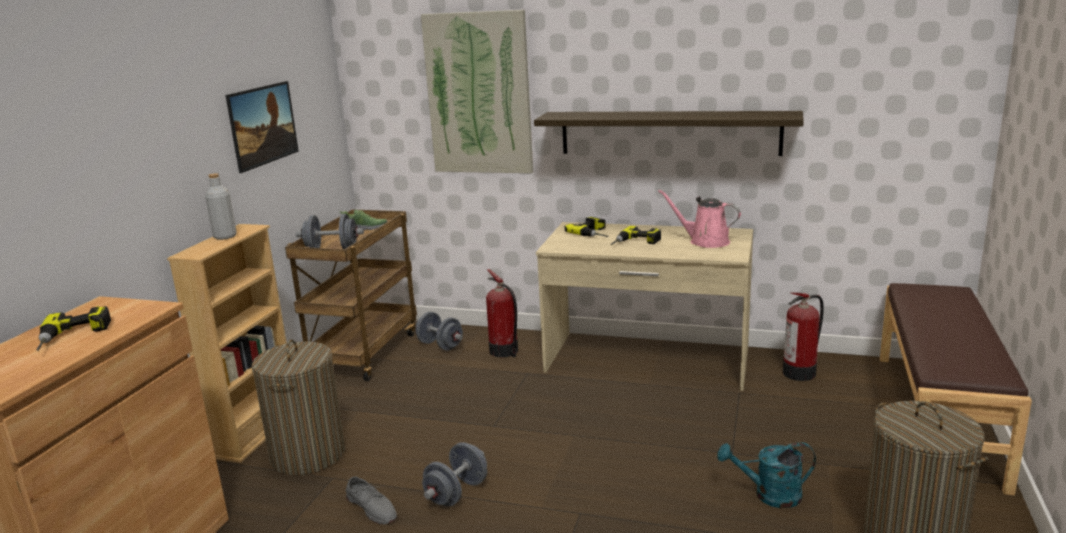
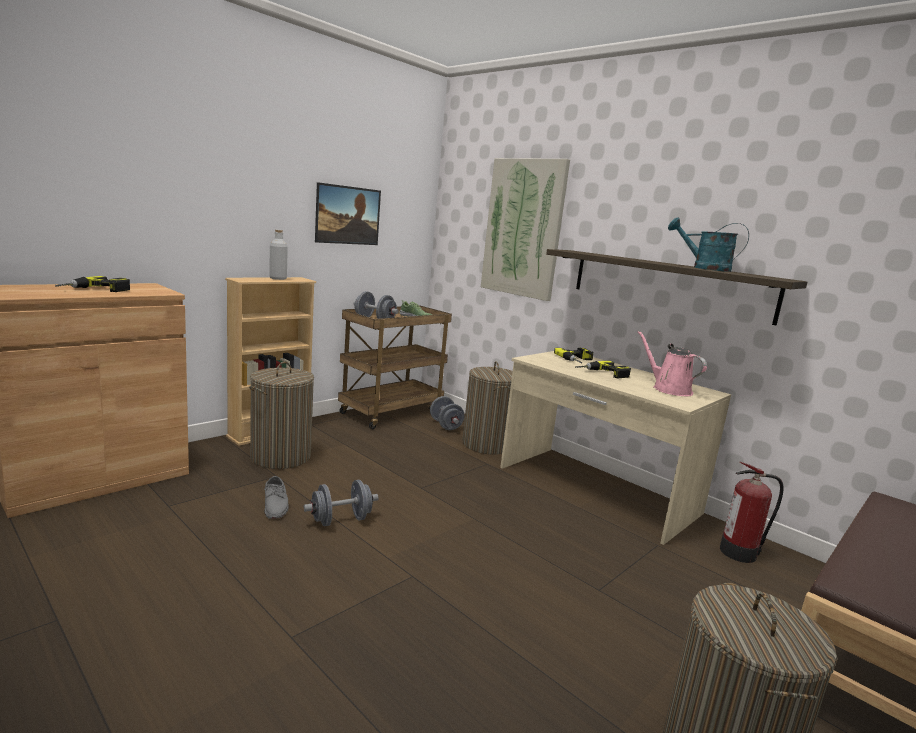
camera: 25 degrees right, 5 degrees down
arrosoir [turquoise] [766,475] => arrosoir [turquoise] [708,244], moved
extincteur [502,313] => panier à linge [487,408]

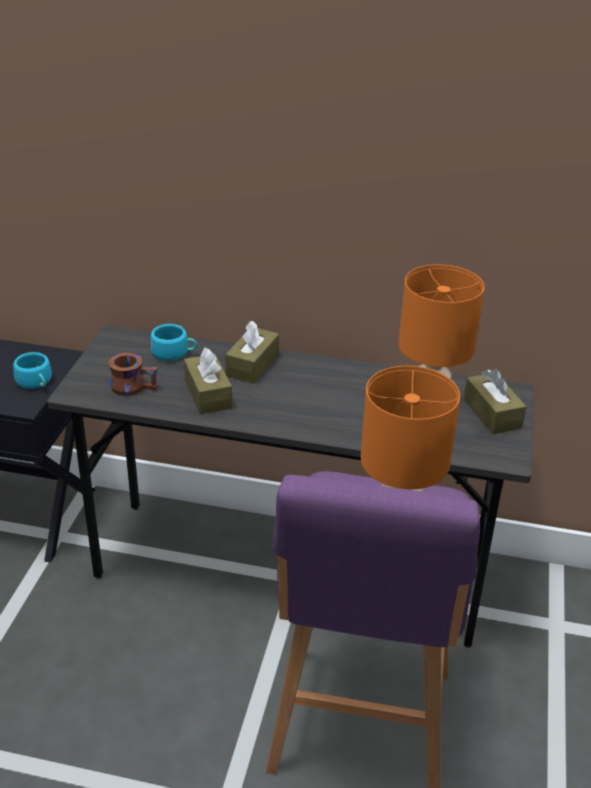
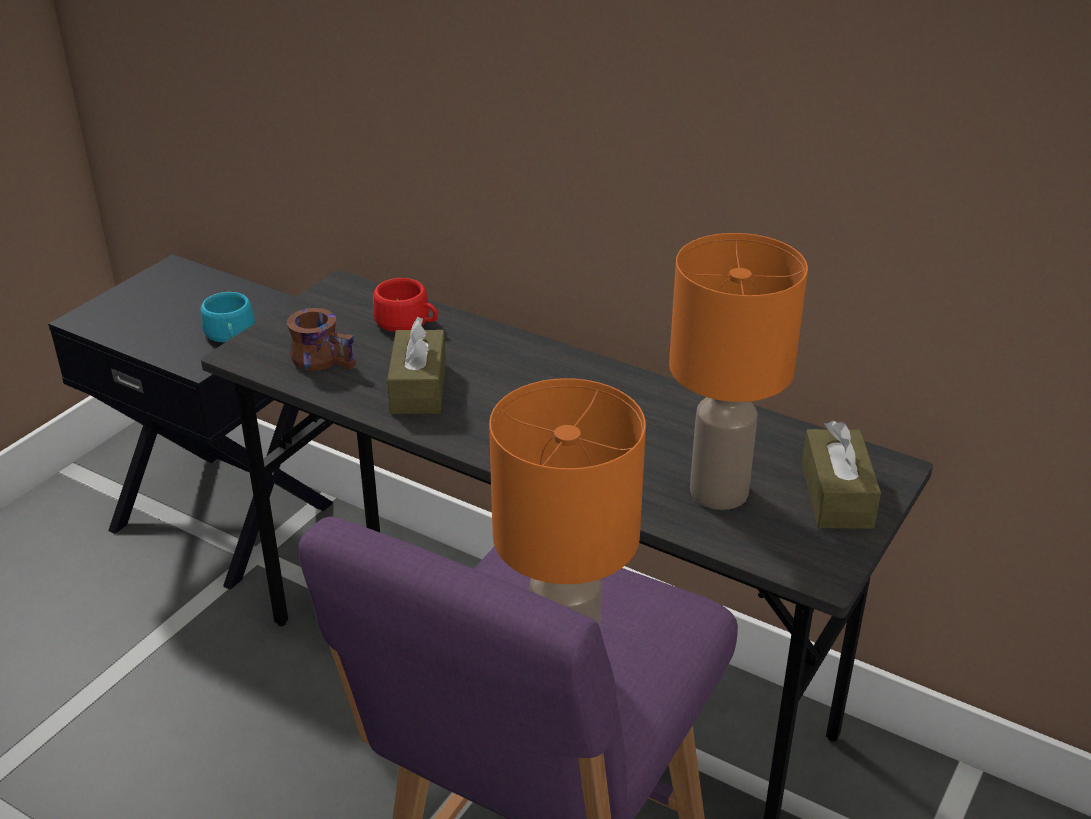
camera: 20 degrees right, 0 degrees up
boîte à mouchoirs [marron] [252,352] => nothing
tasse [turquoise] [173,342] => tasse [rouge] [405,305]

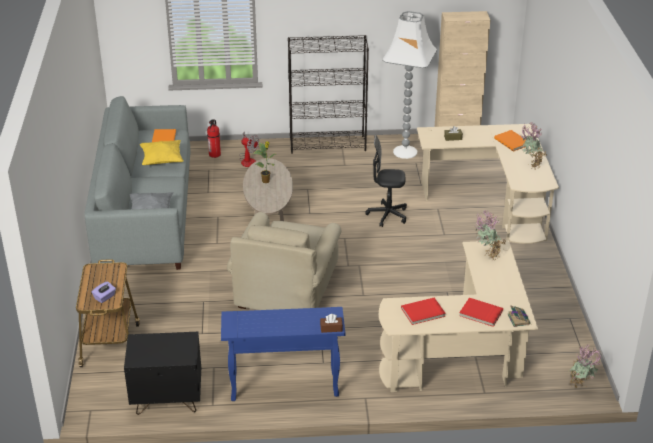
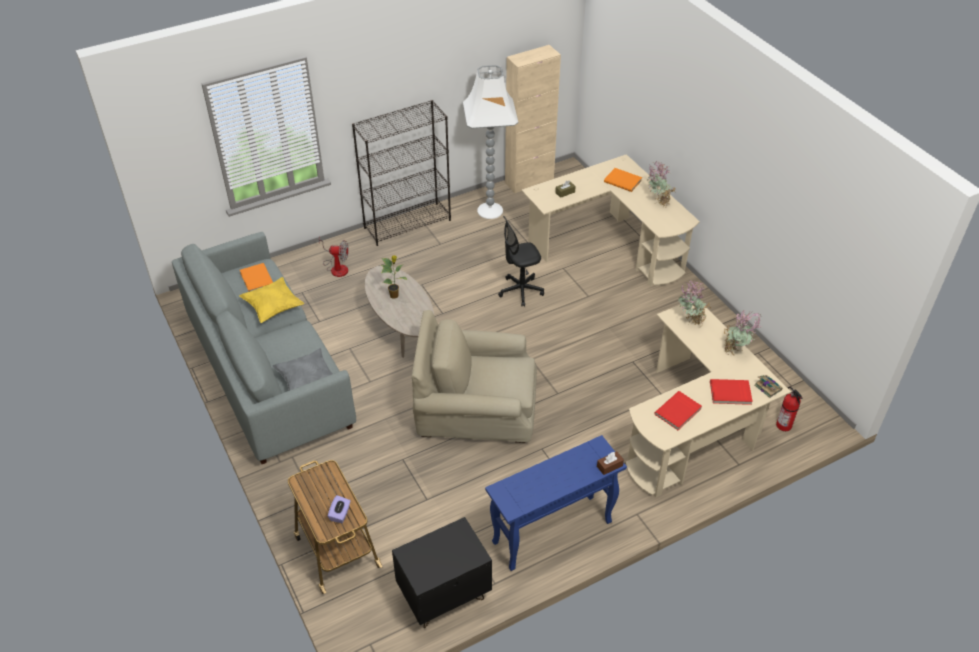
camera: 25 degrees left, 10 degrees up
extincteur [214,138] => extincteur [789,409], moved
plante en pot [584,365] => plante en pot [743,332], moved
fauteuil [beige] [284,261] => fauteuil [beige] [474,376], 105 degrees clockwise

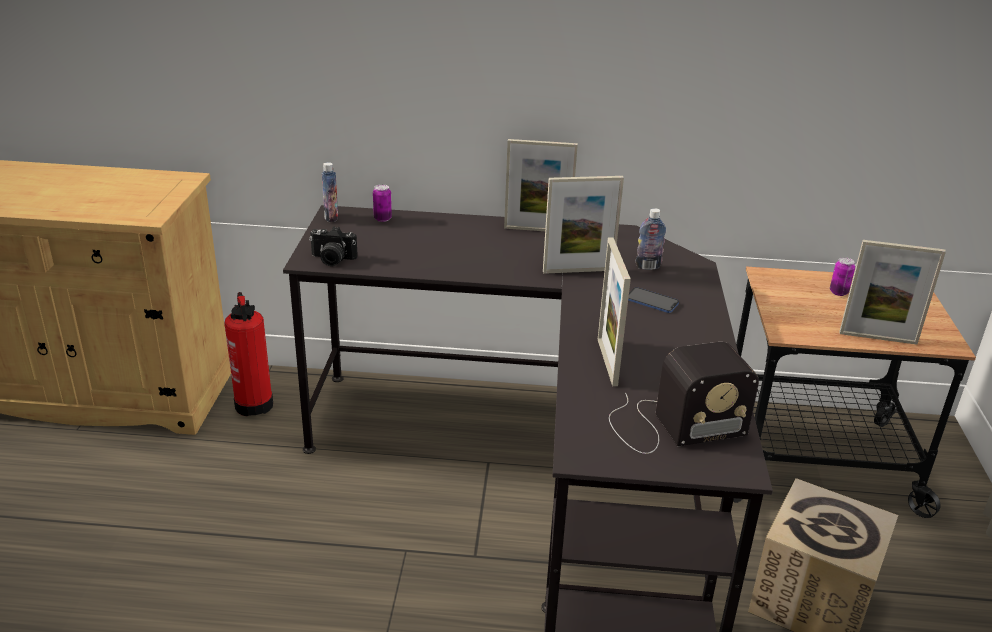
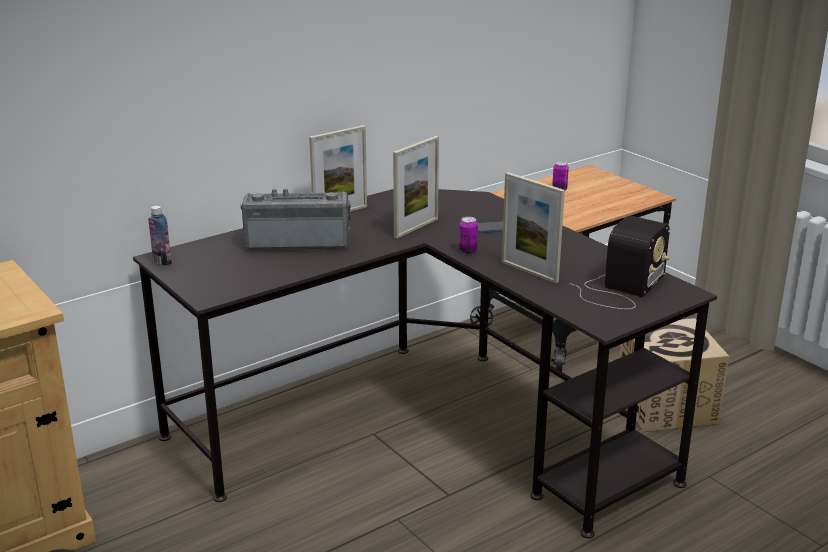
camera: 40 degrees left, 5 degrees down
extincteur [249,354] => nothing
appareil photo [333,246] => nothing
bouteille [651,239] => nothing
cadre photo [892,292] => nothing
nothing => radio [295,219]
boîte métallique [382,203] => boîte métallique [468,235], moved

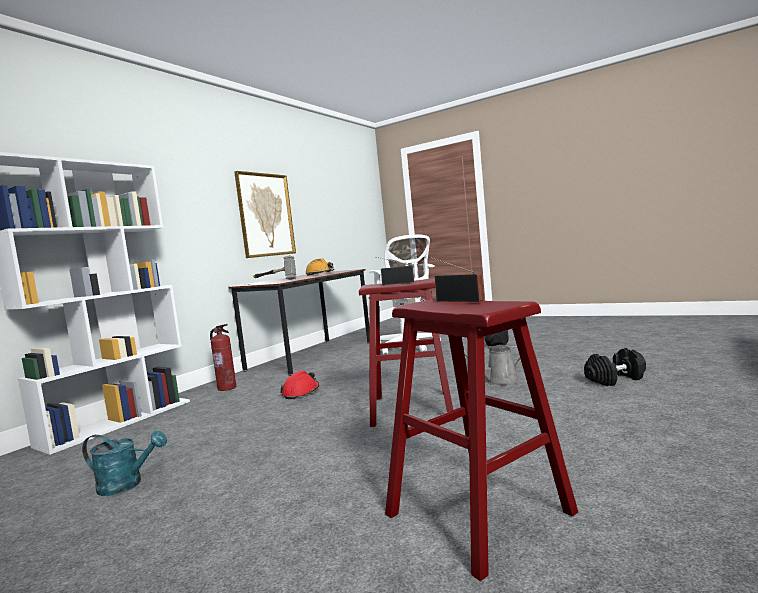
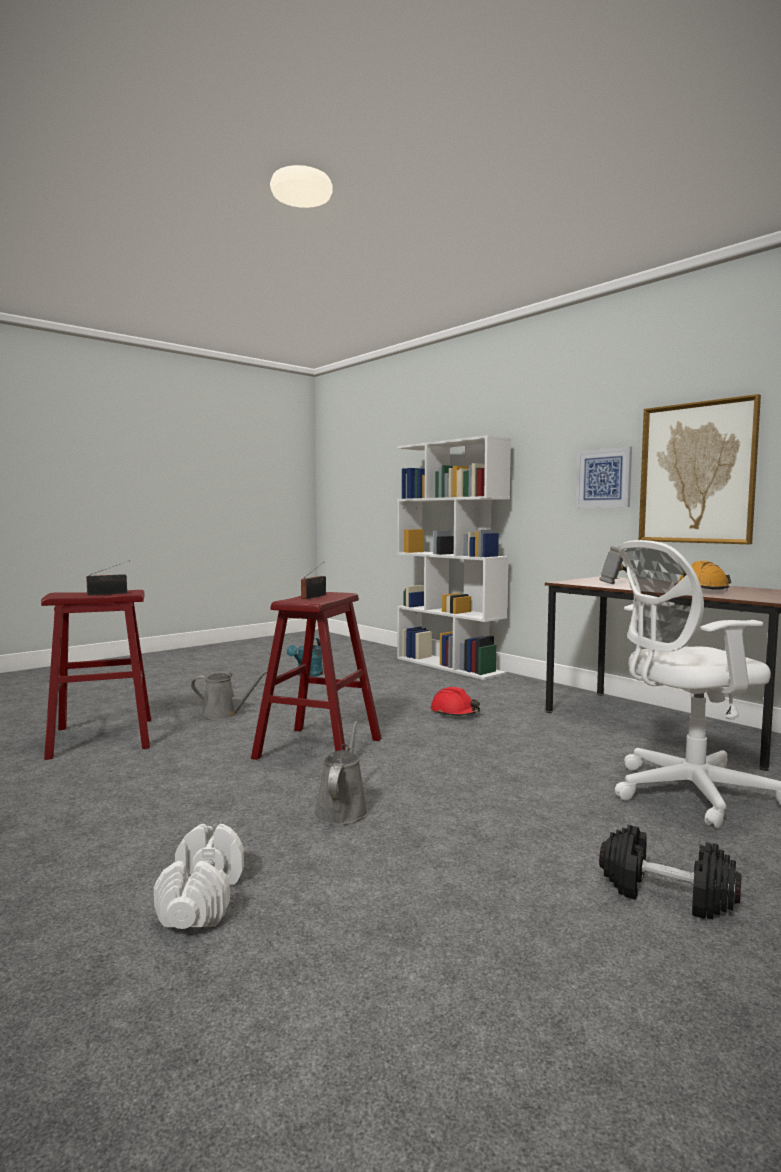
camera: 105 degrees right, 0 degrees up
extincteur [223,357] => nothing
nothing => arrosoir [gris] [229,695]
nothing => tableau [604,477]
haltère [noir] [615,367] => haltère [blanc] [199,876]

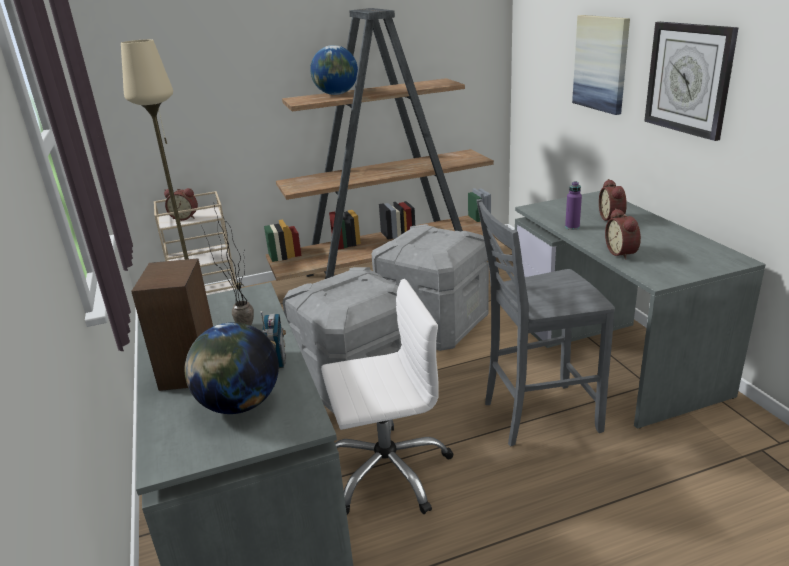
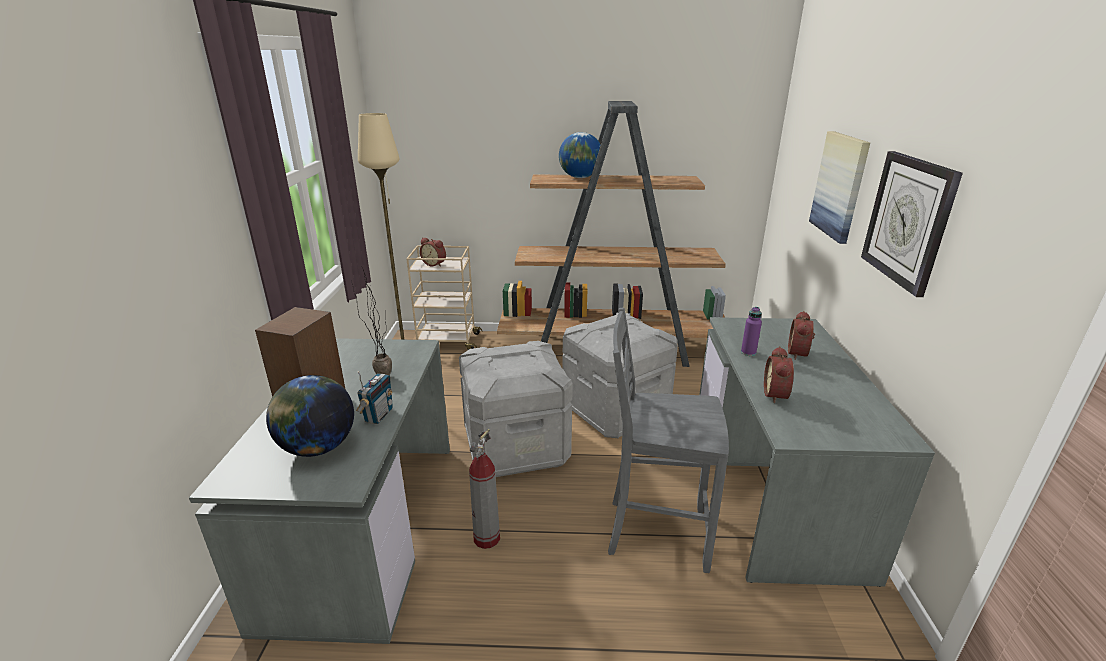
camera: 20 degrees right, 0 degrees up
chaise de bureau [blanc] [387,397] => extincteur [484,489]

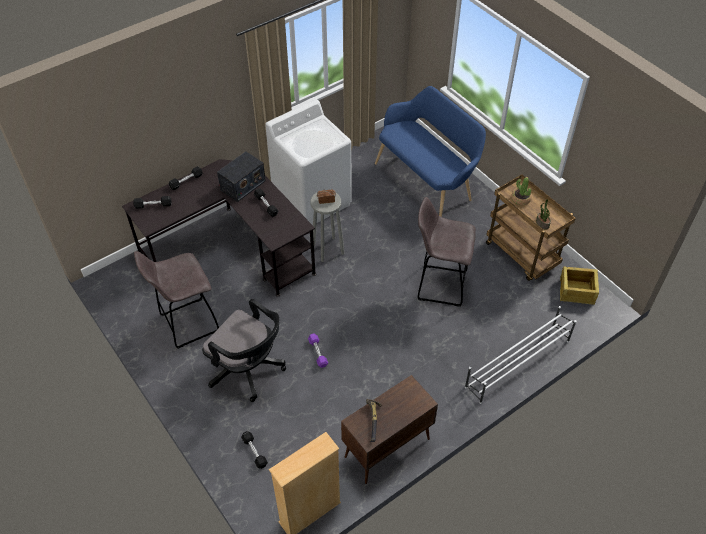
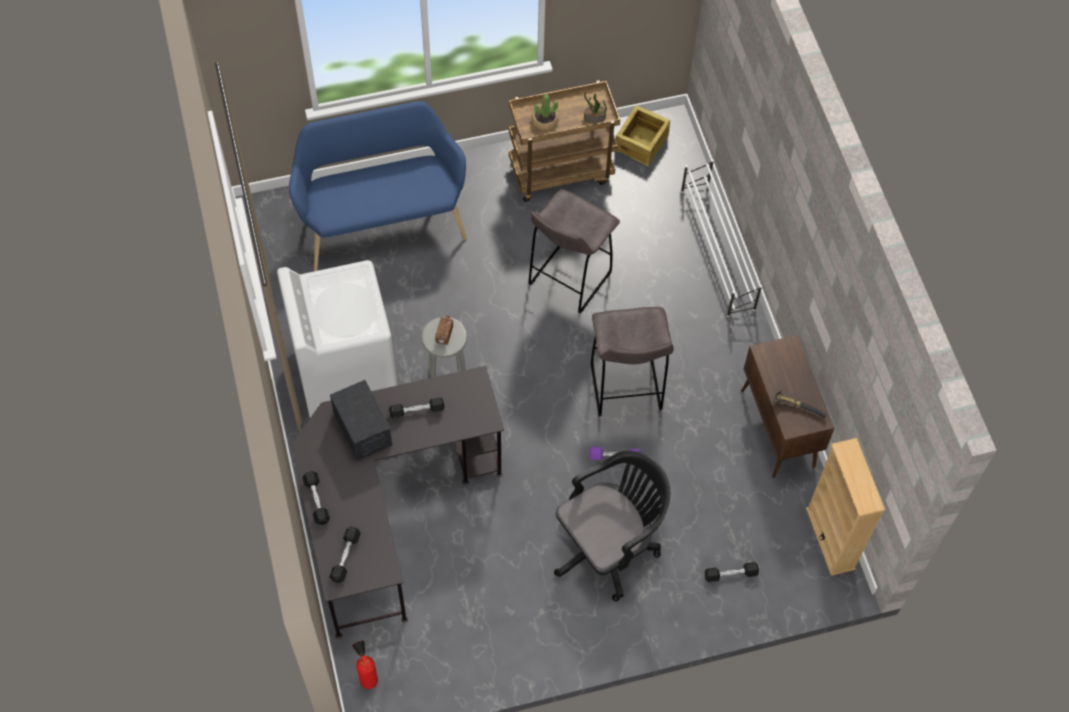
camera: 70 degrees left, 10 degrees up
nothing => extincteur [365,665]
tabouret [gris] [176,300] => tabouret [gris] [632,361], moved

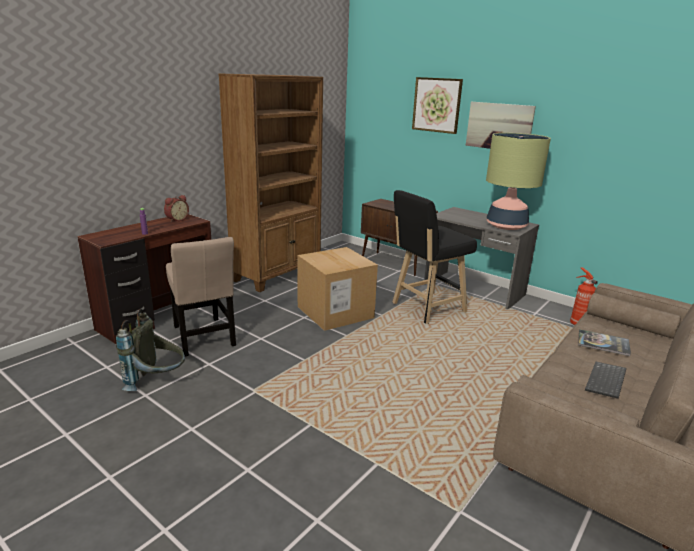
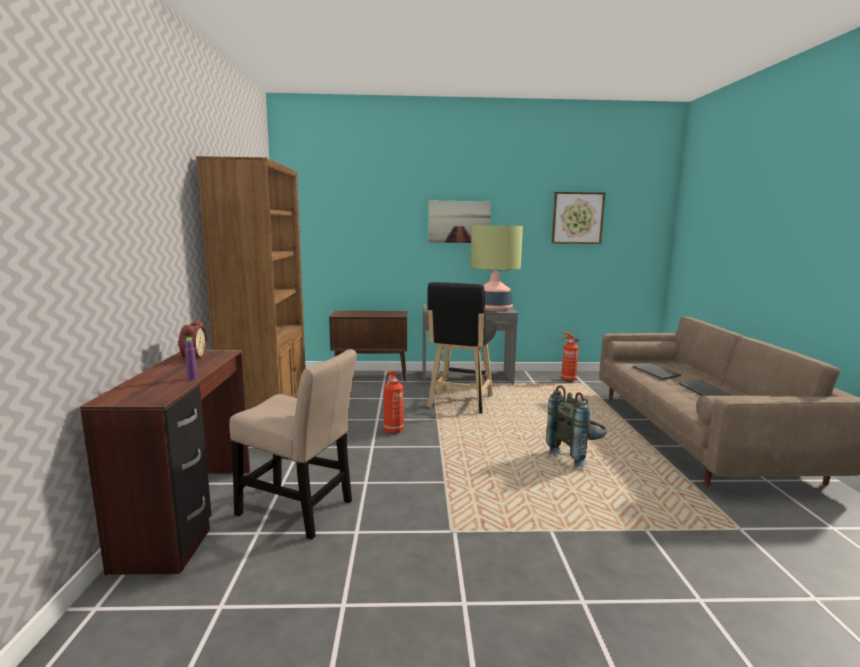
camera: 40 degrees left, 10 degrees down
sac à dos [gris] [150,350] => sac à dos [gris] [576,426], moved
tableau [437,105] => tableau [578,218], moved
carton [337,289] => extincteur [394,402]
livre [604,342] => clavier [657,371]

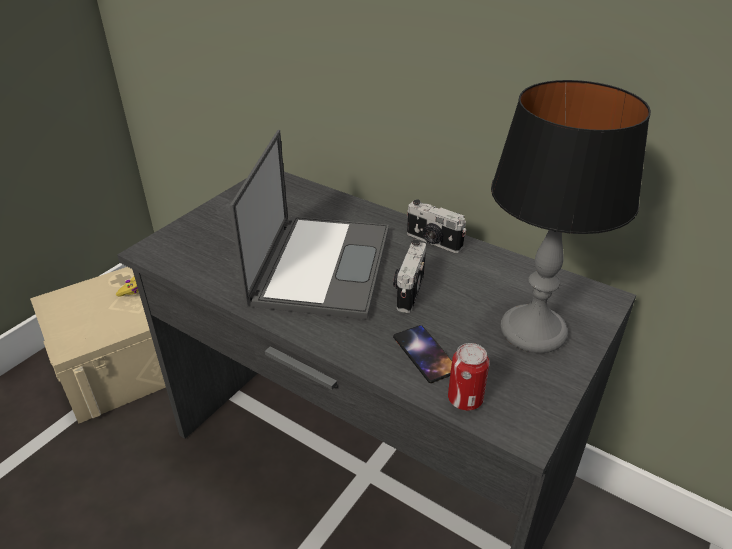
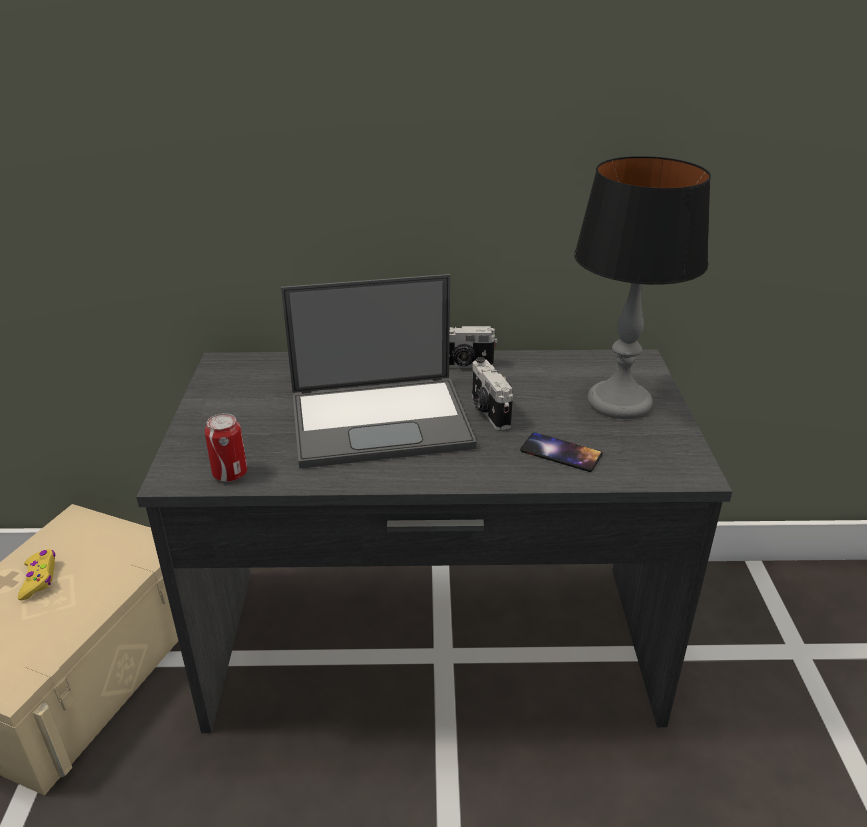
camera: 35 degrees left, 5 degrees down
boîte métallique [468,376] => boîte métallique [226,447], moved
ordinateur portable [309,225] => ordinateur portable [379,371], 105 degrees clockwise

